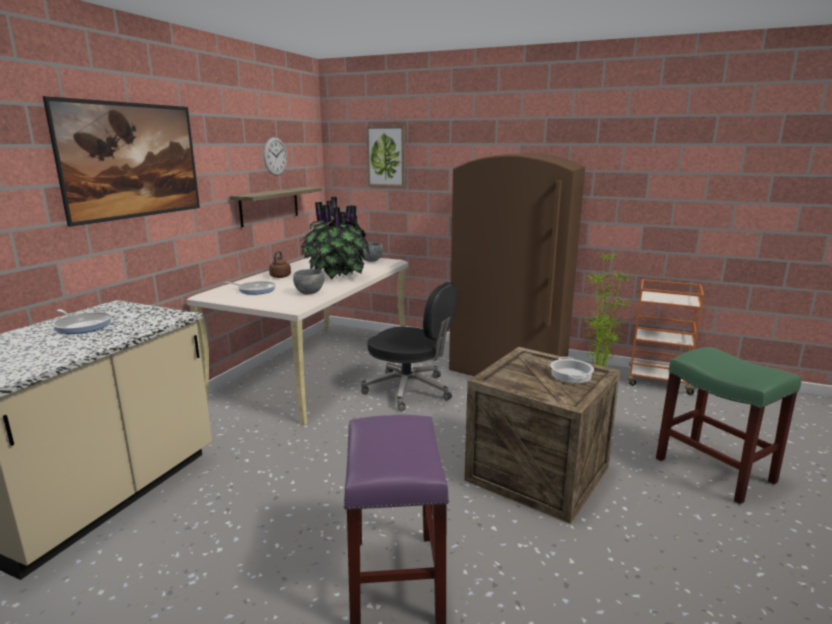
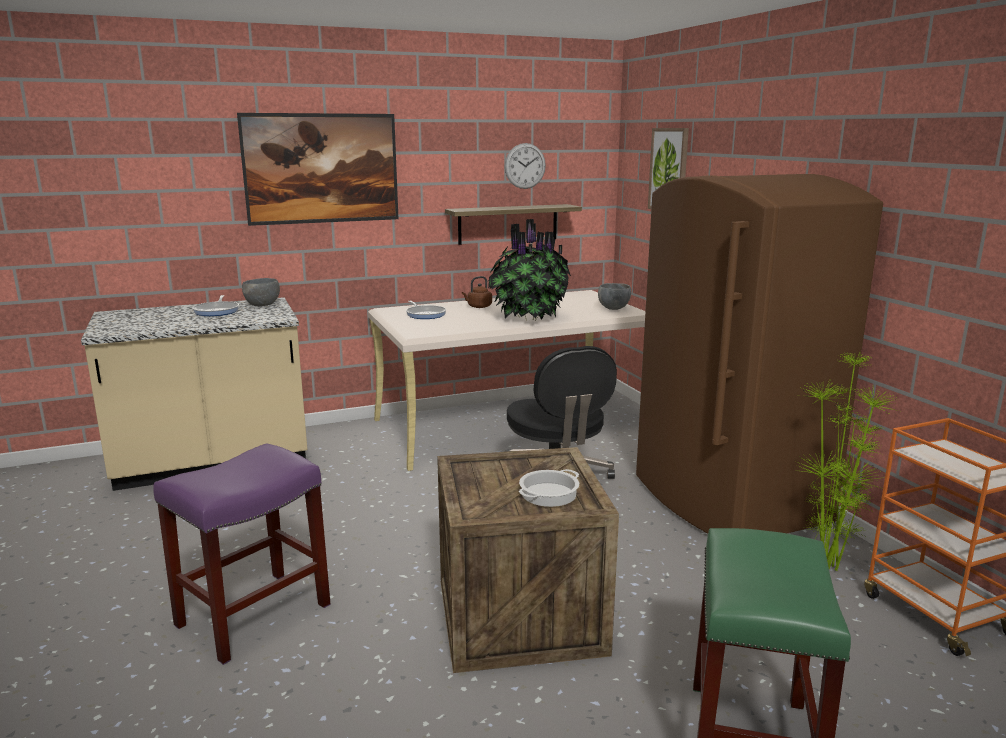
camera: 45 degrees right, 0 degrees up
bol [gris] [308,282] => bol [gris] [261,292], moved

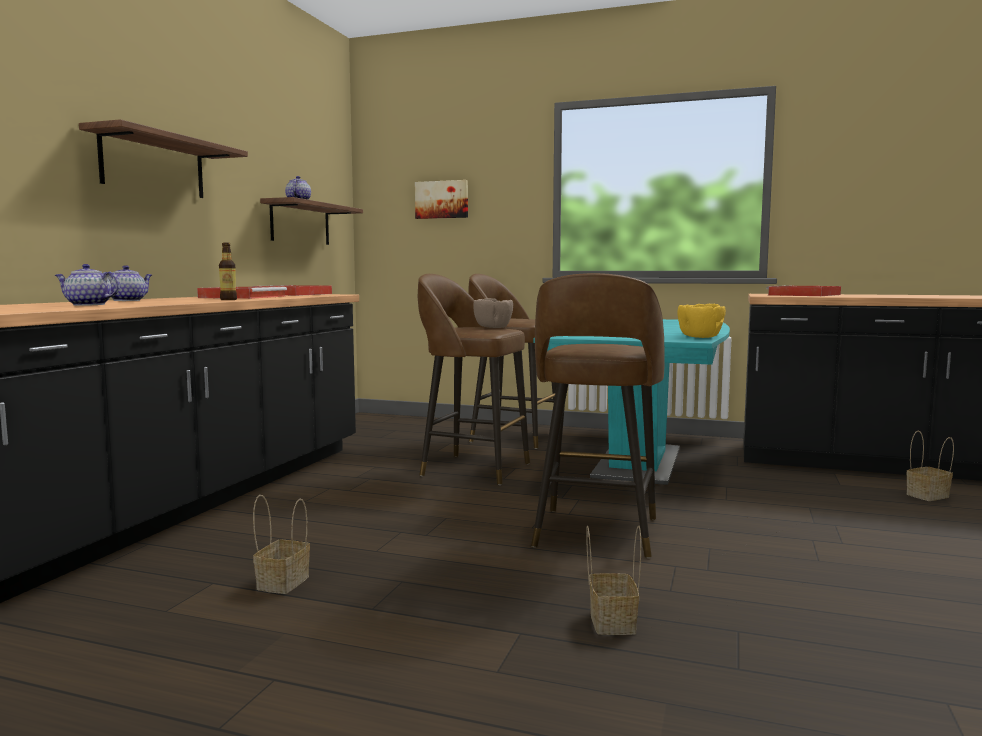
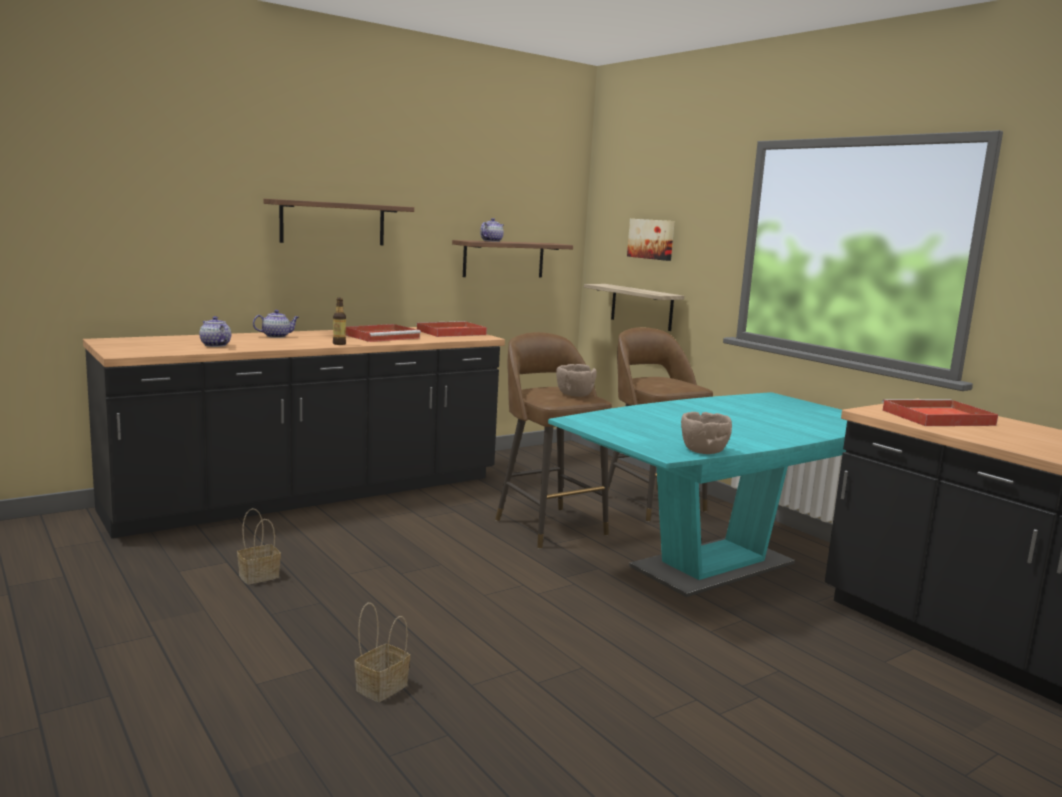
camera: 35 degrees right, 5 degrees up
tabouret [marron] [598,415] => nothing
panier [930,466] => nothing
nothing => étagère [634,307]
bol [jaune] [701,321] => bol [marron] [706,433]

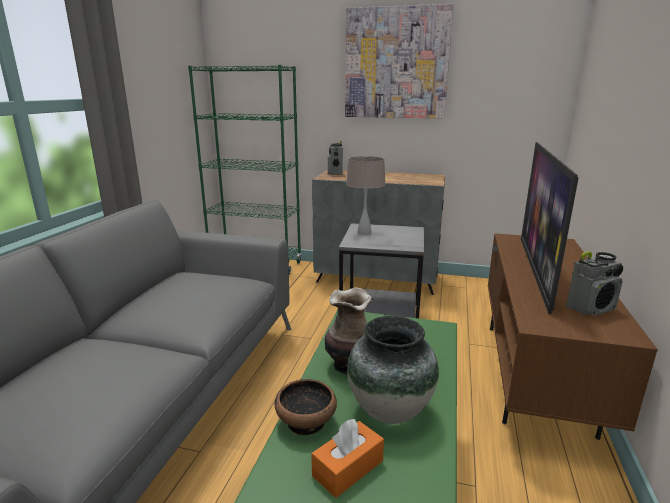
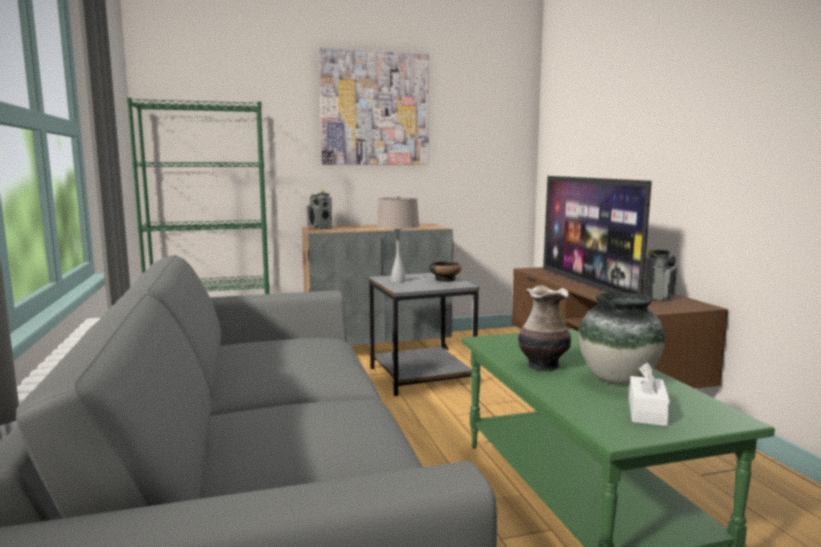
camera: 30 degrees left, 10 degrees down
bol [306,407] => bol [445,271], moved
boîte à mouchoirs [orange] [347,458] => boîte à mouchoirs [blanc] [649,394]

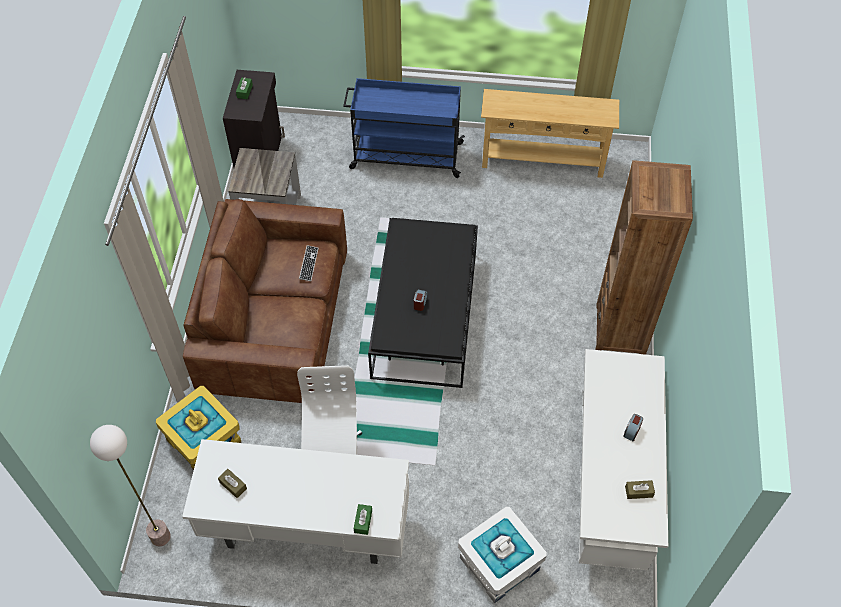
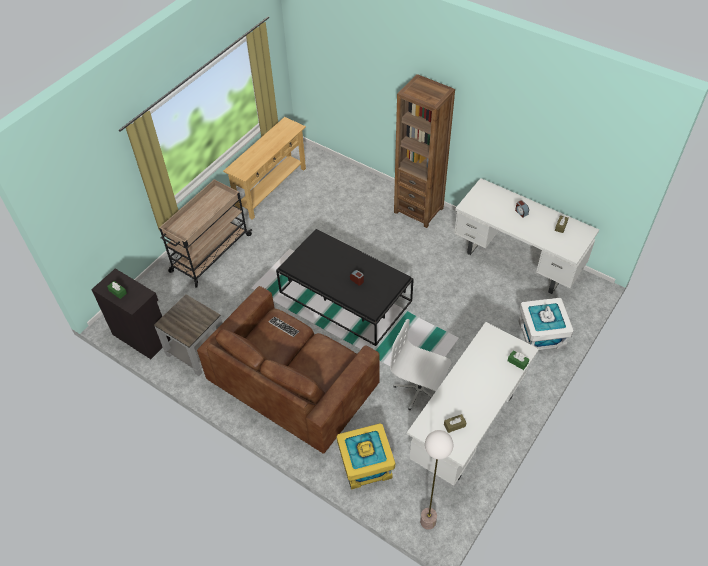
camera: 60 degrees left, 5 degrees down
chariot [bleu] [404,128] => chariot [beige] [205,233]

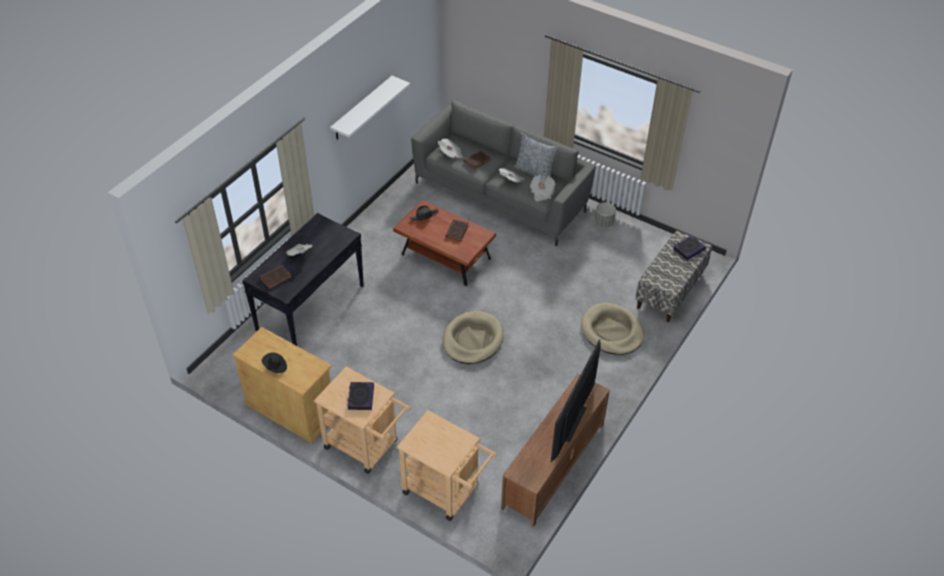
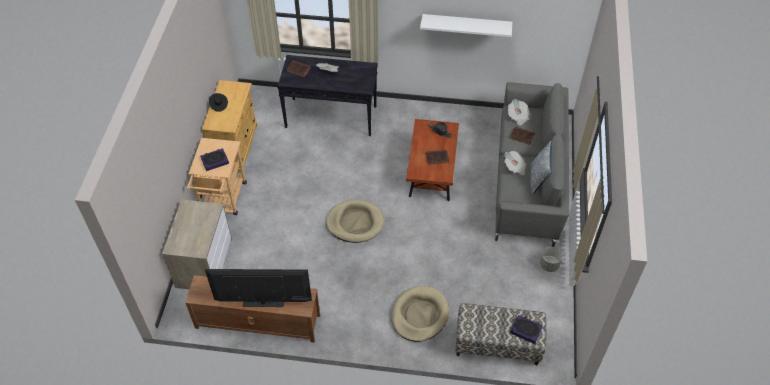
camera: 65 degrees right, 5 degrees up
journal [542,187] => nothing
chariot [beige] [446,465] => commode [197,244]

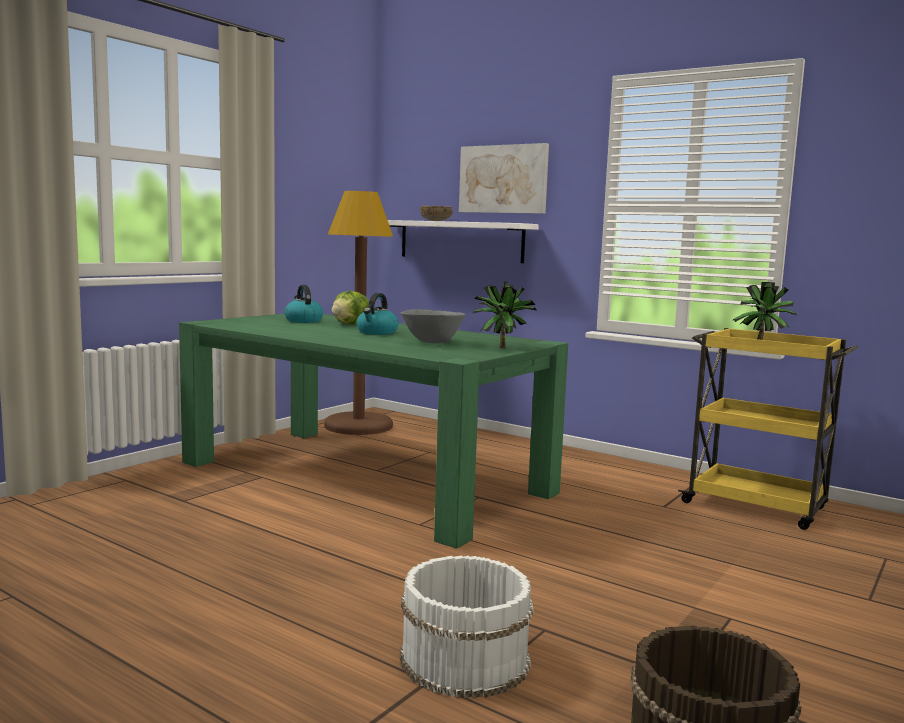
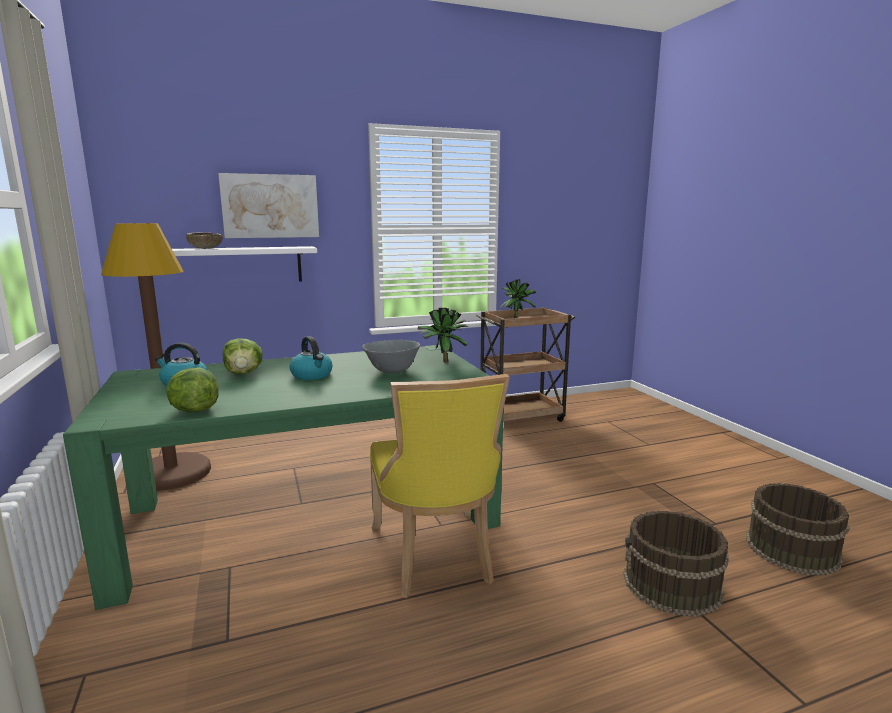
camera: 55 degrees left, 5 degrees up
nothing => laitue [192,389]
nothing => chaise [jaune] [439,486]
seau [blanc] [467,626] => seau [marron] [676,563]
chariot [jaune] [768,429] => chariot [marron] [525,364]

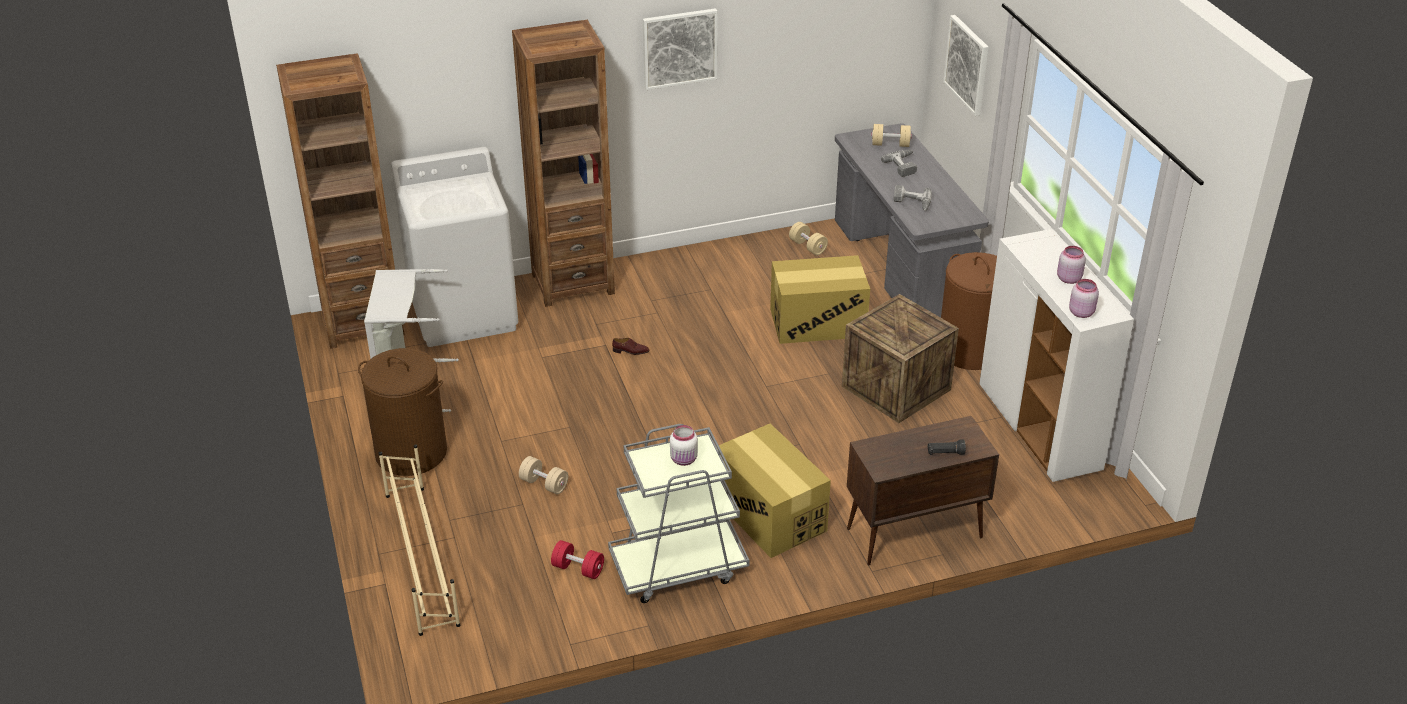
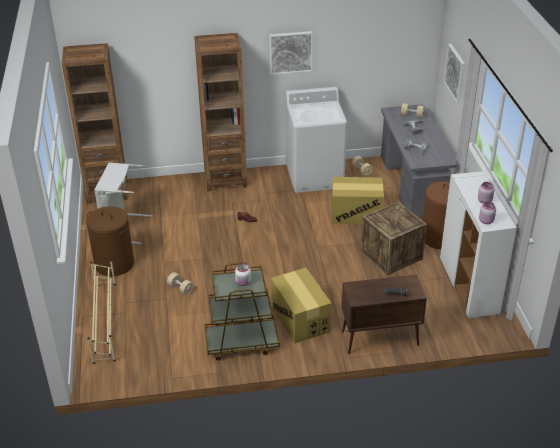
camera: 10 degrees right, 0 degrees up
haltère [rouge] [577,559] => nothing
lave-linge [blanc] [454,247] => lave-linge [blanc] [316,140], moved
chariot [gris] [679,513] => chariot [marron] [242,311]

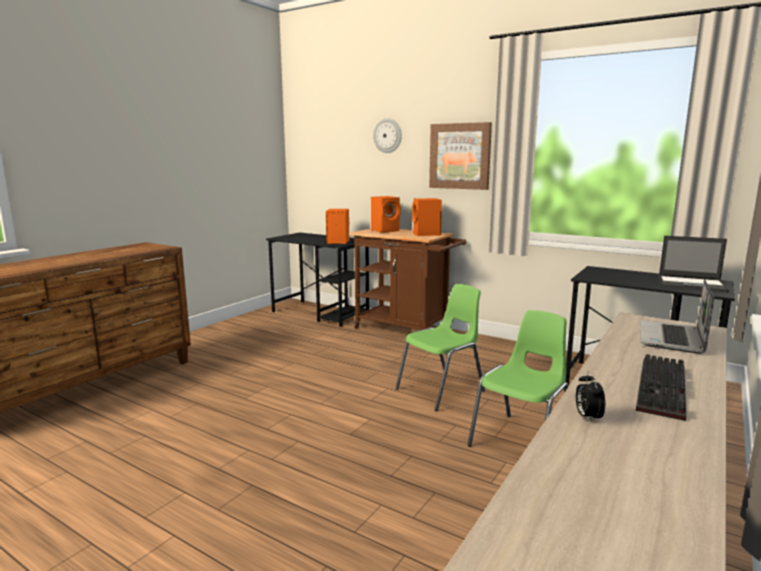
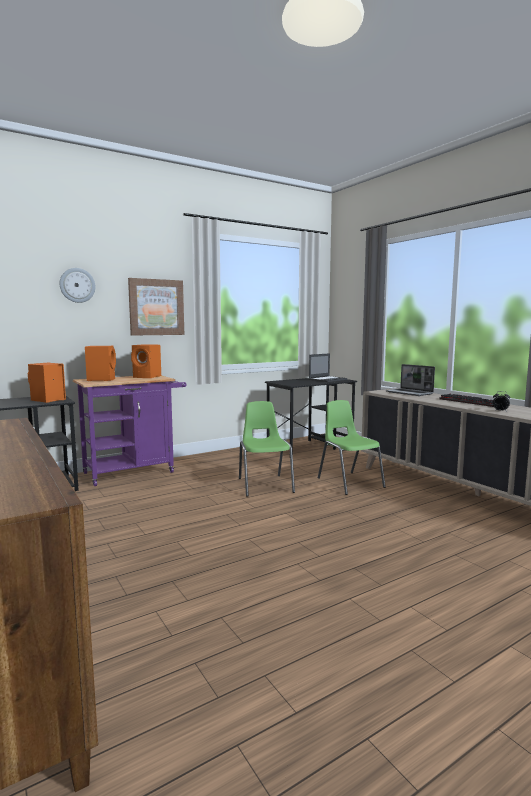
camera: 65 degrees left, 5 degrees down
chariot [marron] [407,279] => chariot [violet] [129,431]

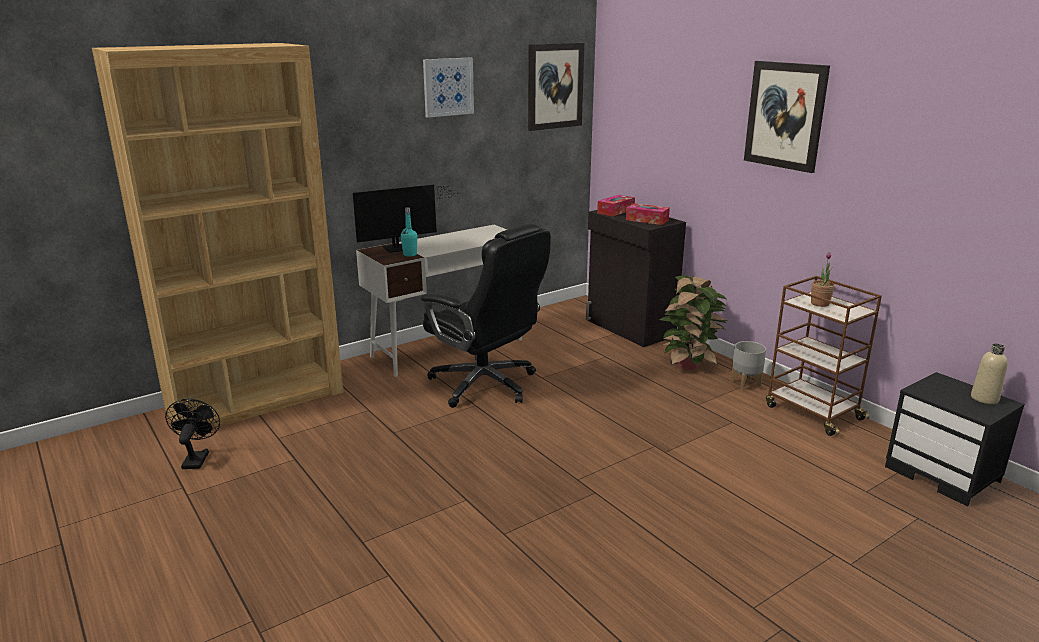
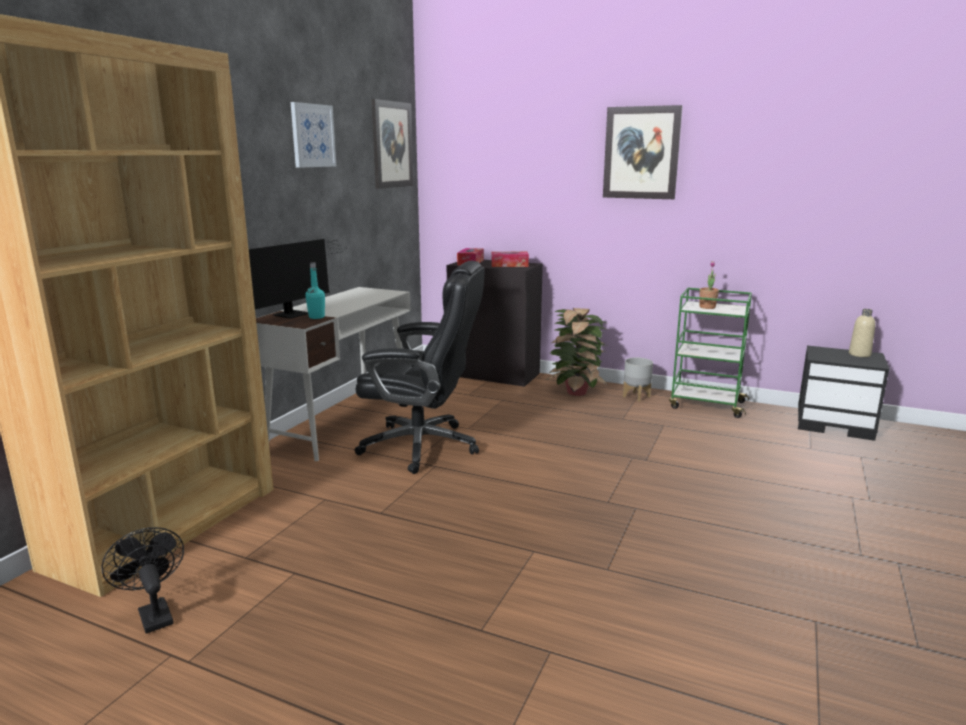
camera: 30 degrees left, 5 degrees down
chariot [marron] [824,356] => chariot [vert] [710,353]

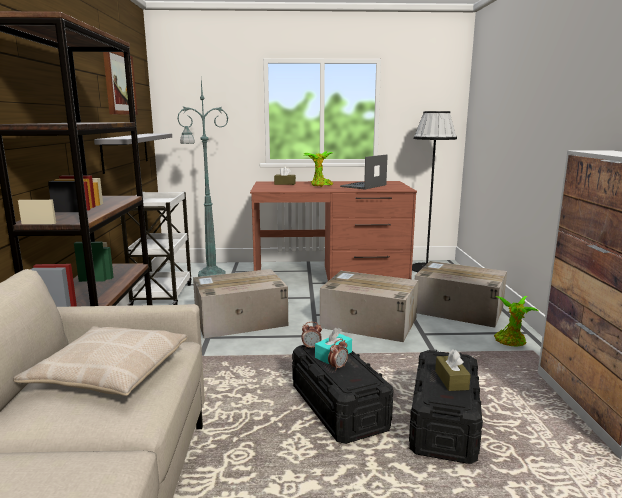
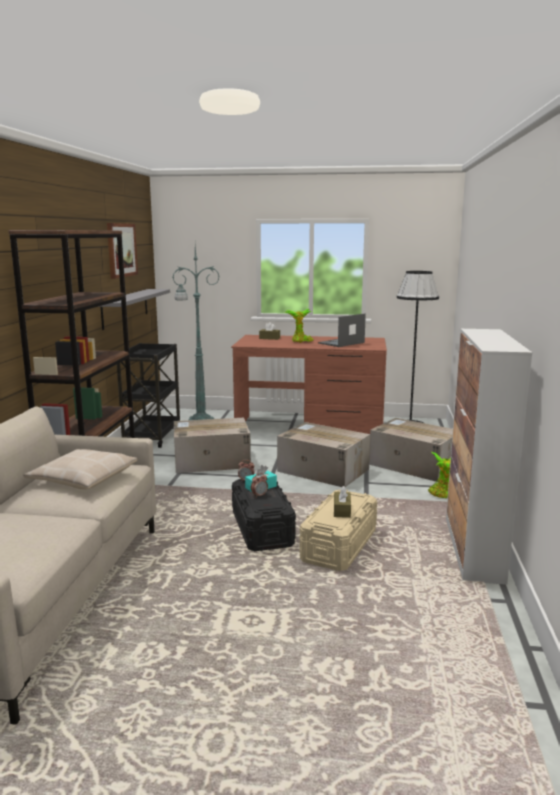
camera: 10 degrees right, 0 degrees up
chariot [blanc] [156,249] => chariot [noir] [148,395]
boîte de rangement [noir] [446,407] => boîte de rangement [beige] [338,530]

